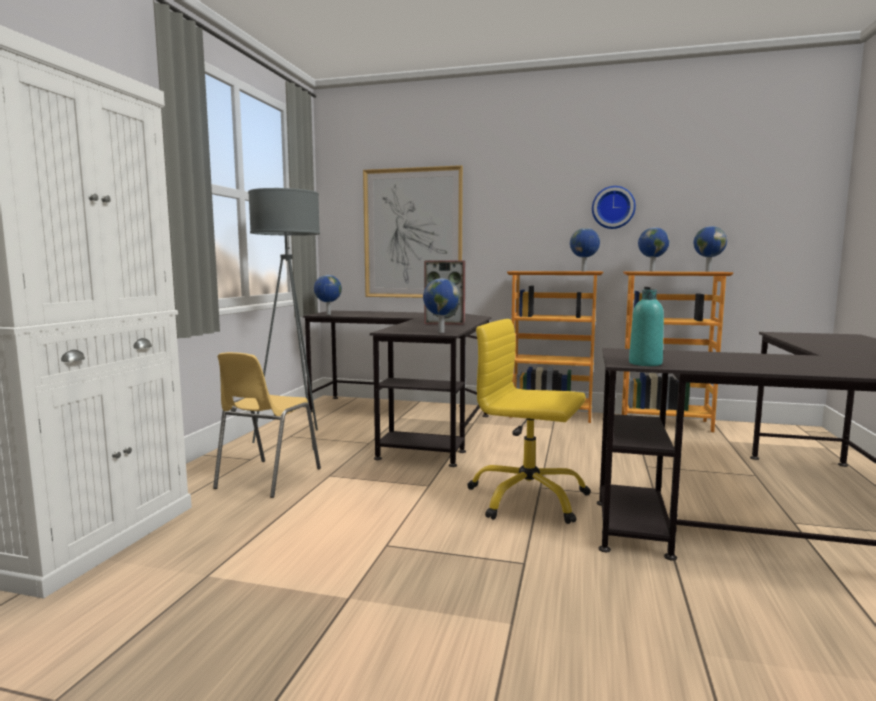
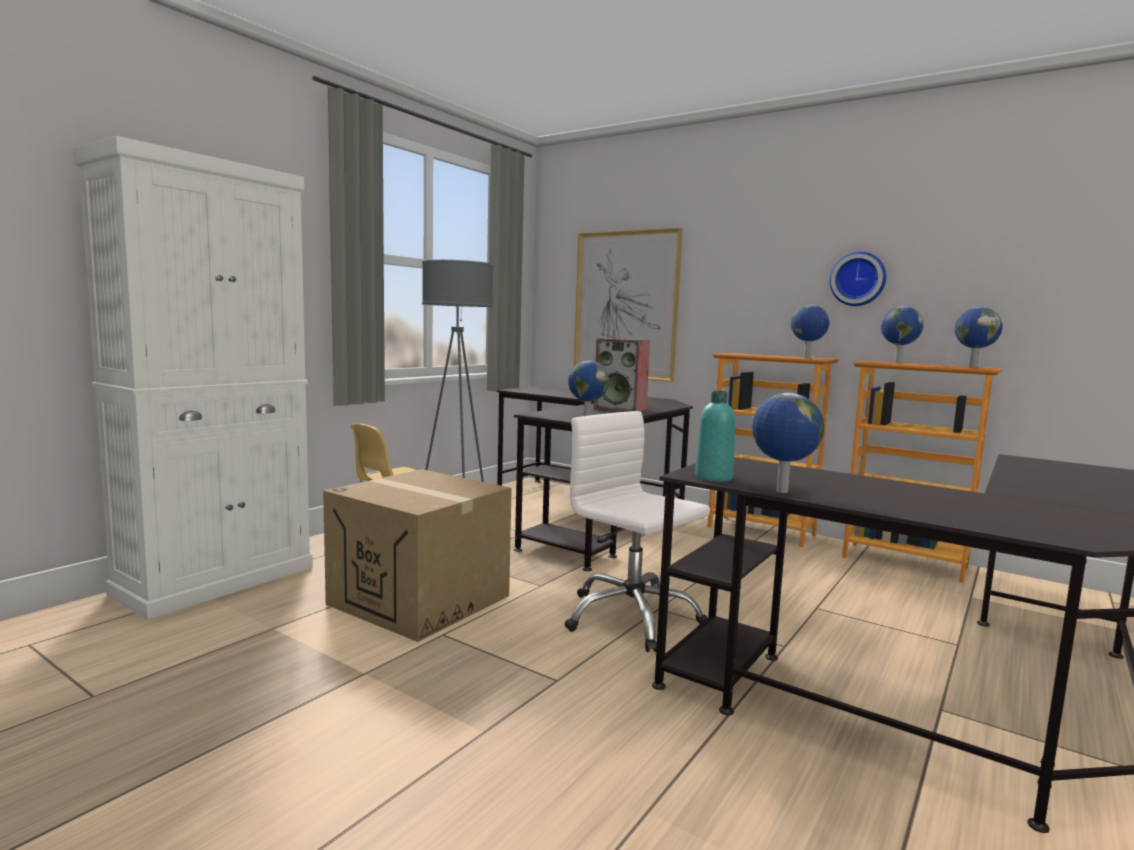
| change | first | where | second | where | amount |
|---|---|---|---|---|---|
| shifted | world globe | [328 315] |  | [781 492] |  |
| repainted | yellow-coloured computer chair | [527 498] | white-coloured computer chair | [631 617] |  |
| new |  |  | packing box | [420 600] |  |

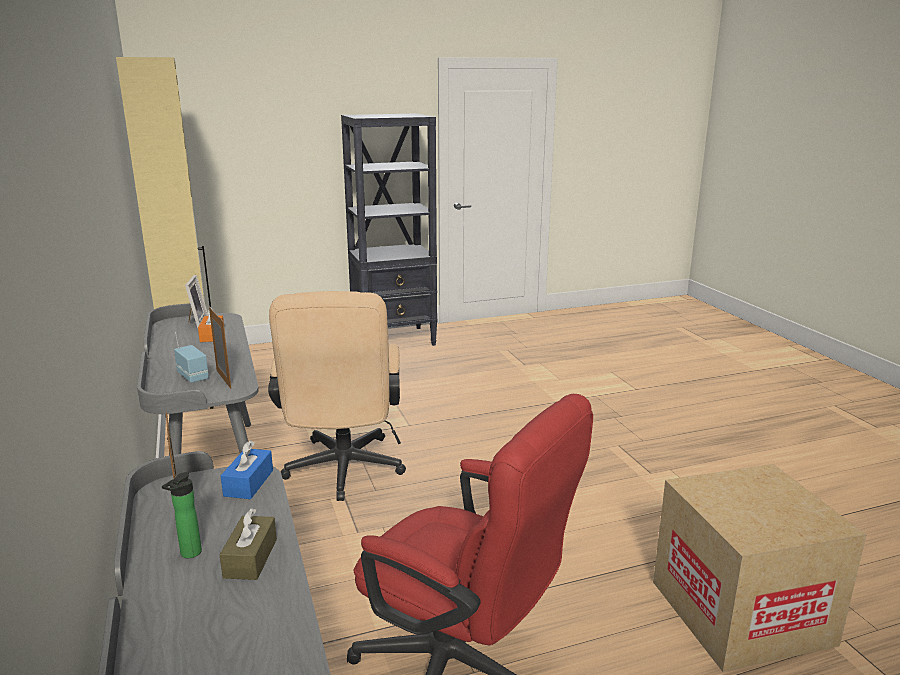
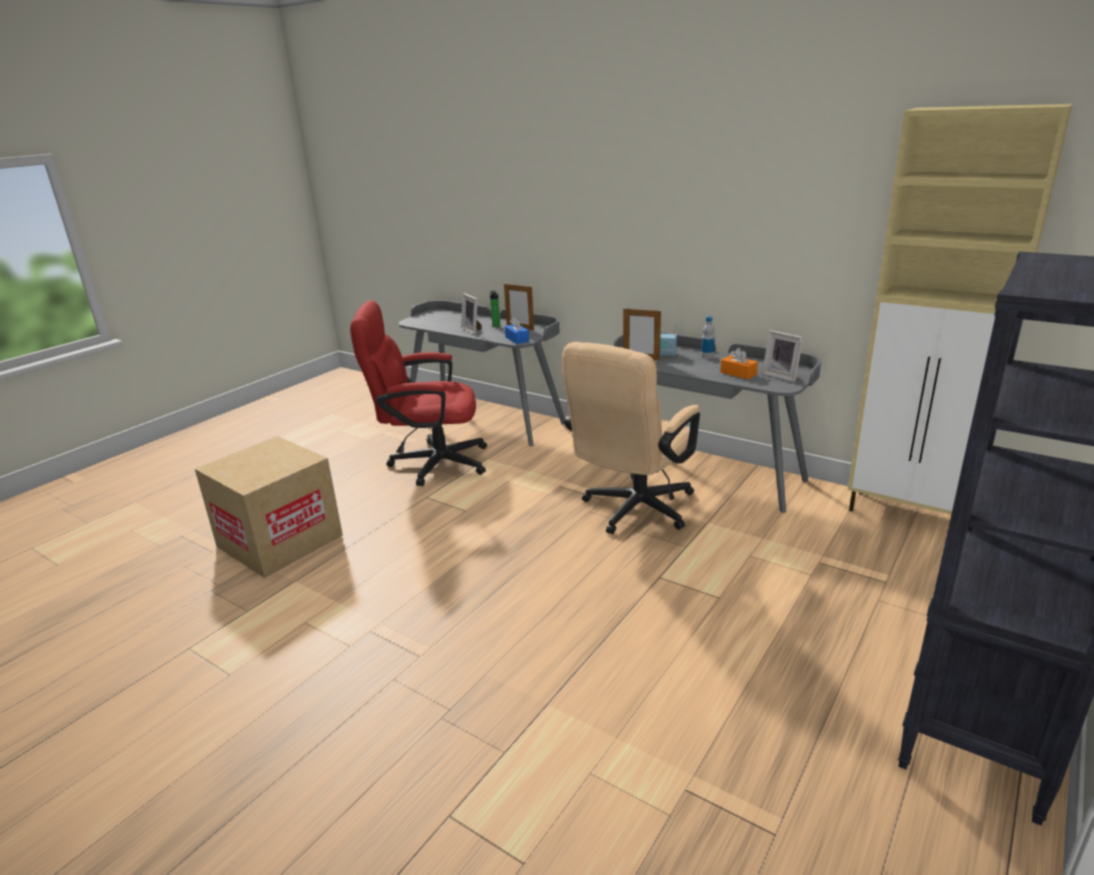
| change | first | where | second | where | amount |
|---|---|---|---|---|---|
| rotated | beige computer chair | [343 473] |  | [632 511] | 105 degrees counterclockwise |
| swapped | brownish tissue holder | [250 558] | photo frame | [473 330] |  |
| new |  |  | beverage bottle | [707 356] |  |

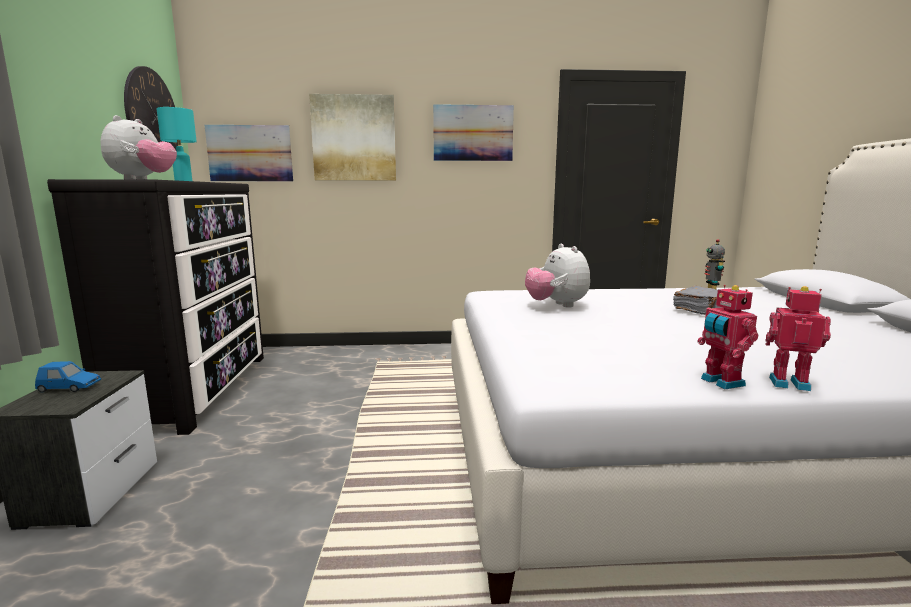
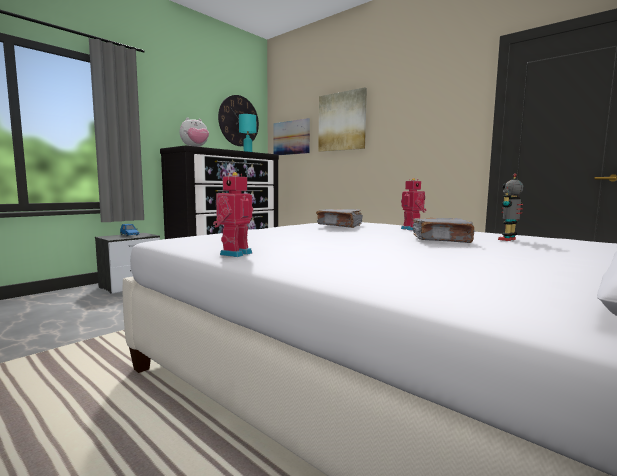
| change | first | where | second | where | amount |
|---|---|---|---|---|---|
| gone | wall picture | [473 133] |  |  |  |
| swapped | soft toy | [556 305] | grey volume | [340 225] |  |
| shifted | robot figure | [788 383] |  | [412 229] |  |

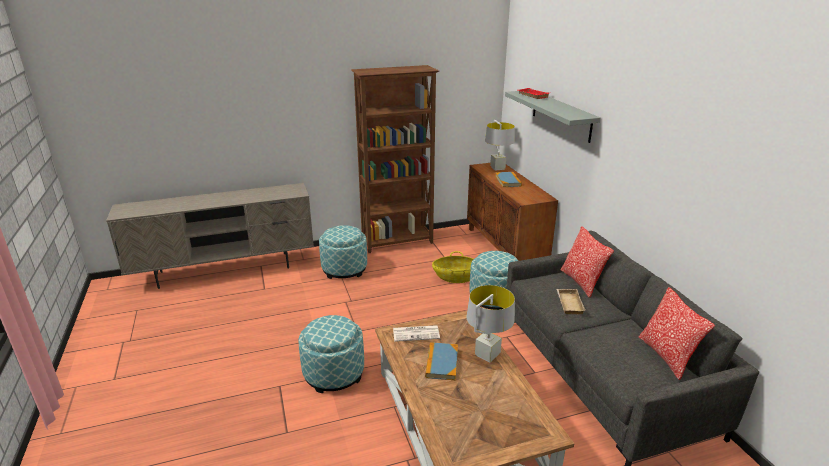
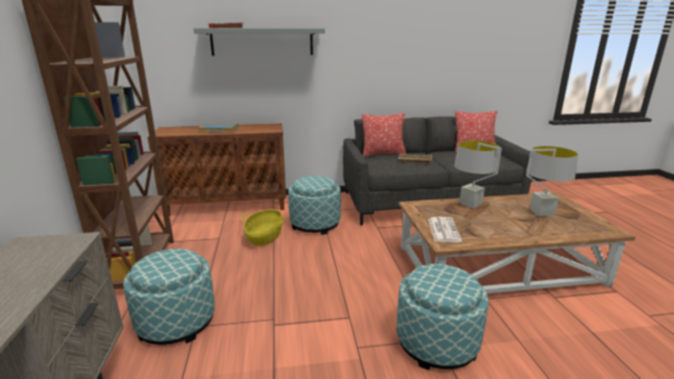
| change | first | where | second | where | amount |
|---|---|---|---|---|---|
| shifted | grey tabletop lamp | [497 168] |  | [541 212] |  |
| gone | volume | [442 363] |  |  |  |

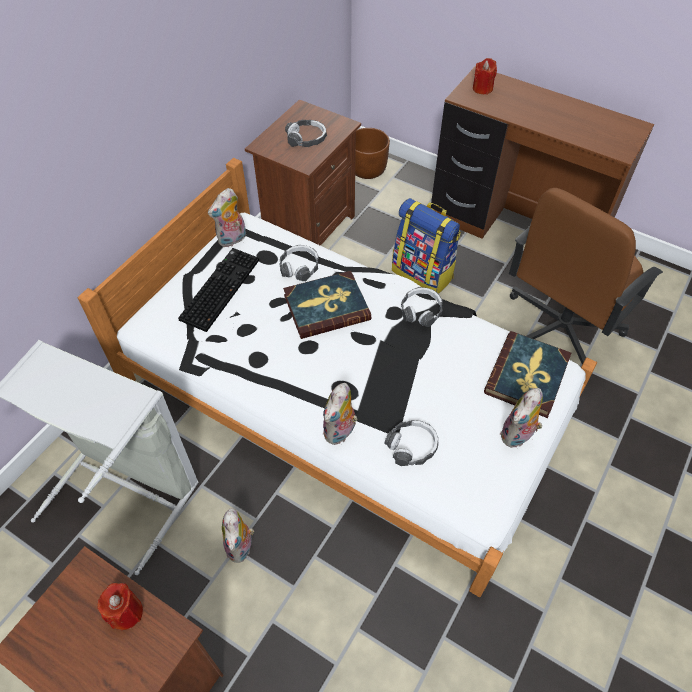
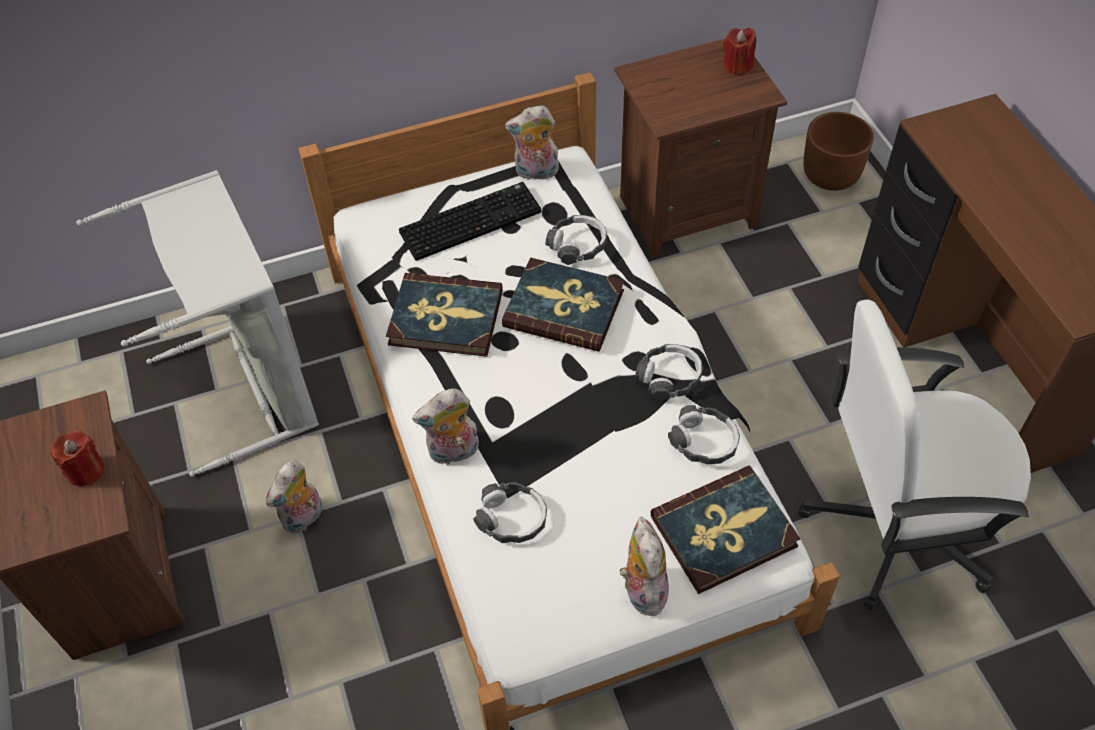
| change | first | where | second | where | amount |
|---|---|---|---|---|---|
| shifted | reddish candle | [482 88] |  | [737 65] |  |
| shifted | pair of headphones | [306 138] |  | [704 441] |  |
| repainted | brownish computer chair | [559 329] | white-coloured computer chair | [895 526] |  |
| gone | backpack | [423 274] |  |  |  |
| rotated | soft toy | [517 436] |  | [642 589] | 90 degrees clockwise |
| new |  |  | volume | [445 318] |  |

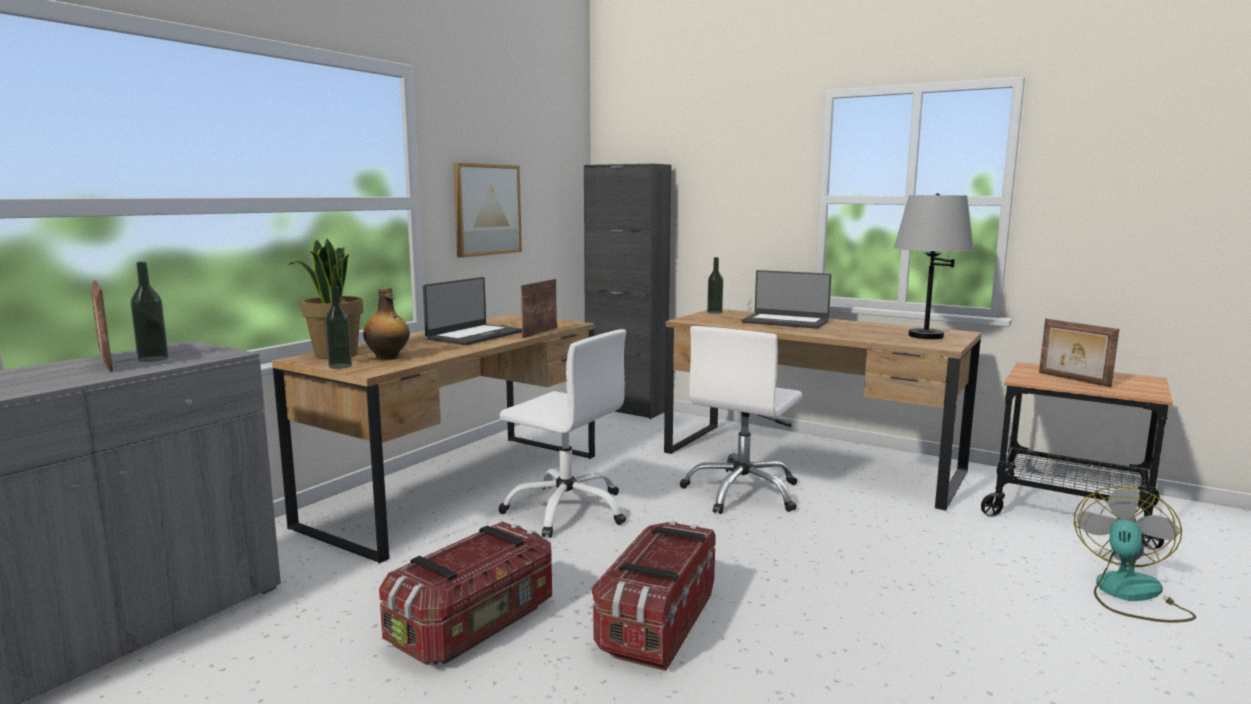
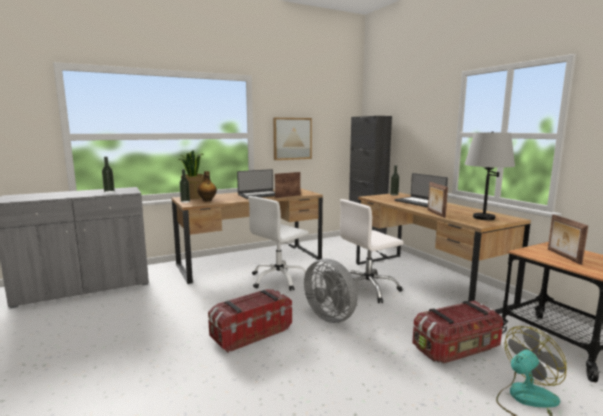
| change | first | where | second | where | amount |
|---|---|---|---|---|---|
| shifted | photo frame | [105 363] |  | [435 214] |  |
| rotated | white-coloured computer chair | [567 510] |  | [279 279] | 75 degrees clockwise |
| shifted | storage box | [476 624] |  | [457 349] |  |
| new |  |  | grey fan | [332 316] |  |

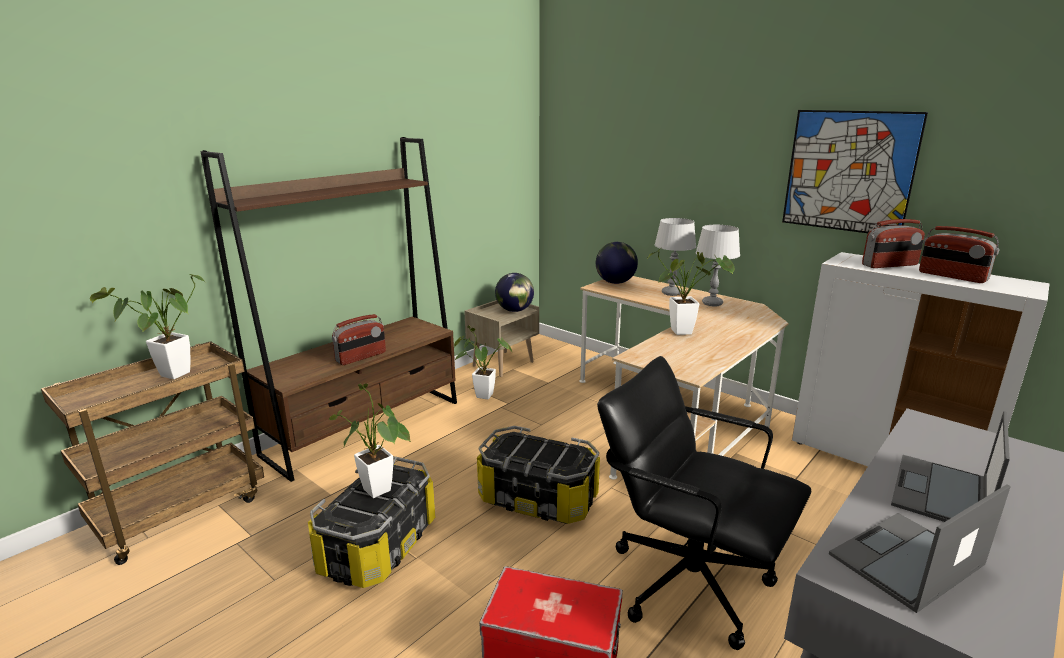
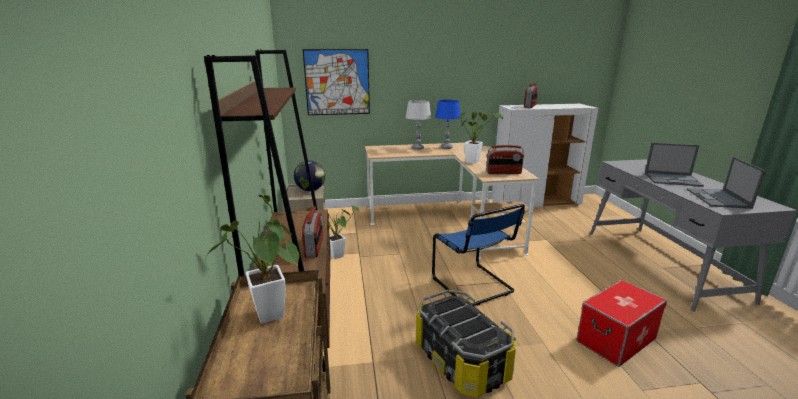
| change | first | where | second | where | amount |
|---|---|---|---|---|---|
| shifted | wall picture | [848 172] |  | [337 82] |  |
| repainted | grey tabletop lamp | [712 303] | bluish tabletop lamp | [446 147] |  |
| shifted | radio receiver | [952 276] |  | [503 173] |  |
| gone | world globe | [615 282] |  |  |  |
| gone | black computer chair | [689 581] |  |  |  |
| gone | houseplant | [380 493] |  |  |  |
| rotated | portable computer | [940 493] |  | [673 179] | 60 degrees counterclockwise |
| swapped | storage box | [538 499] | bluish upright chair | [474 286] |  |

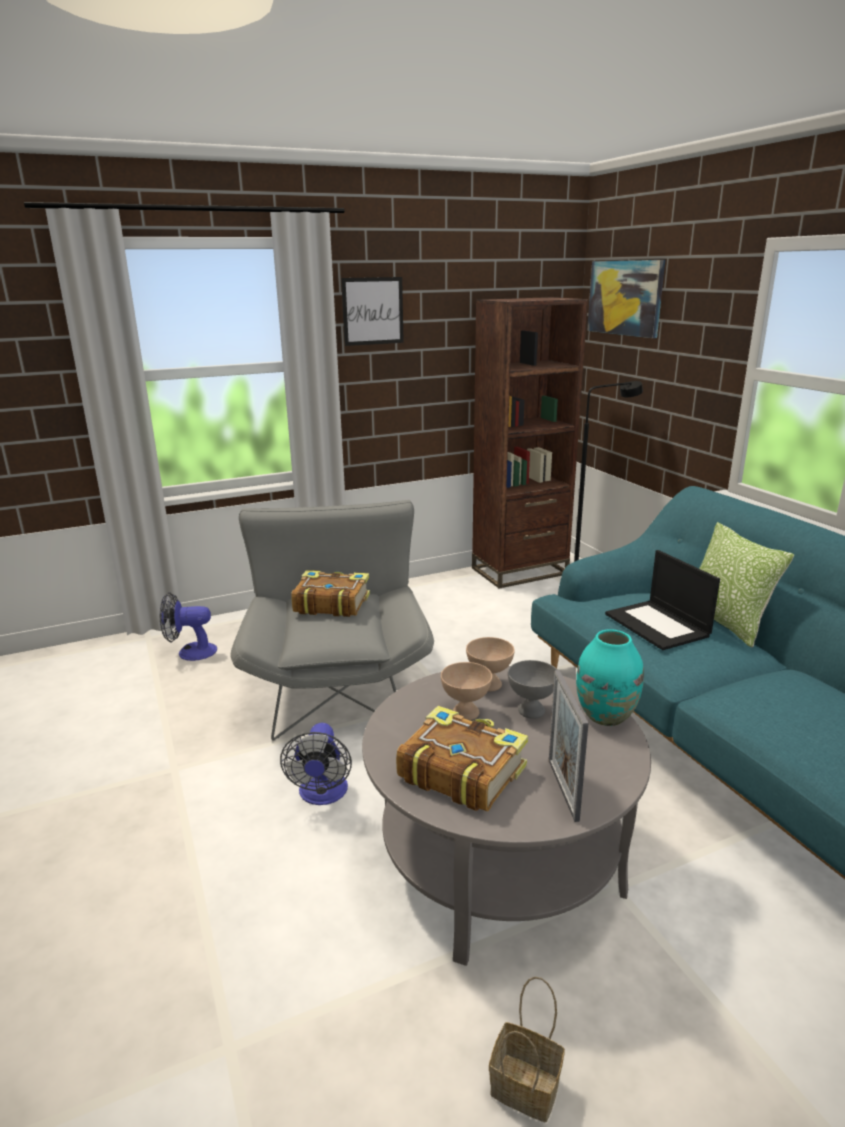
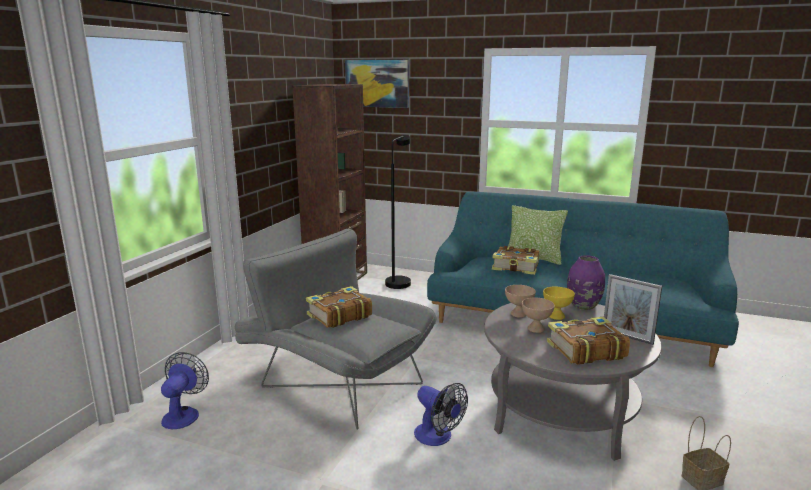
| change | first | where | second | where | amount |
|---|---|---|---|---|---|
| gone | wall picture | [372 311] |  |  |  |
| swapped | portable computer | [658 625] | volume | [516 267] |  |
| rotated | fan | [190 652] |  | [183 414] | 150 degrees clockwise |
| repainted | blue-green vase | [605 716] | purple vase | [584 306] |  |
| repainted | grey bowl | [530 711] | yellow-coloured bowl | [556 316] |  |

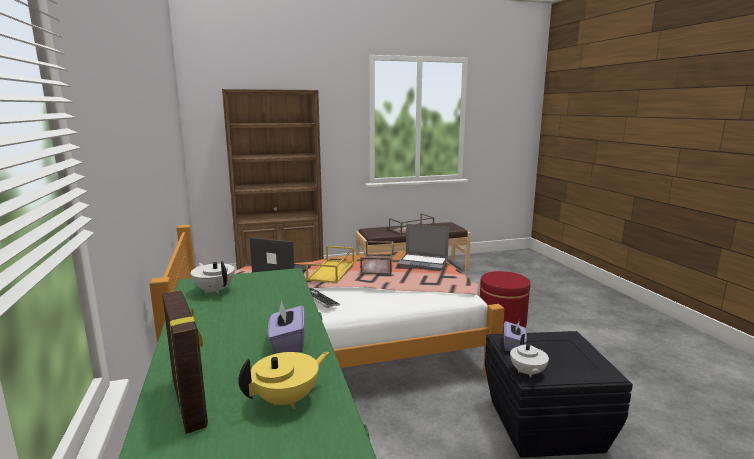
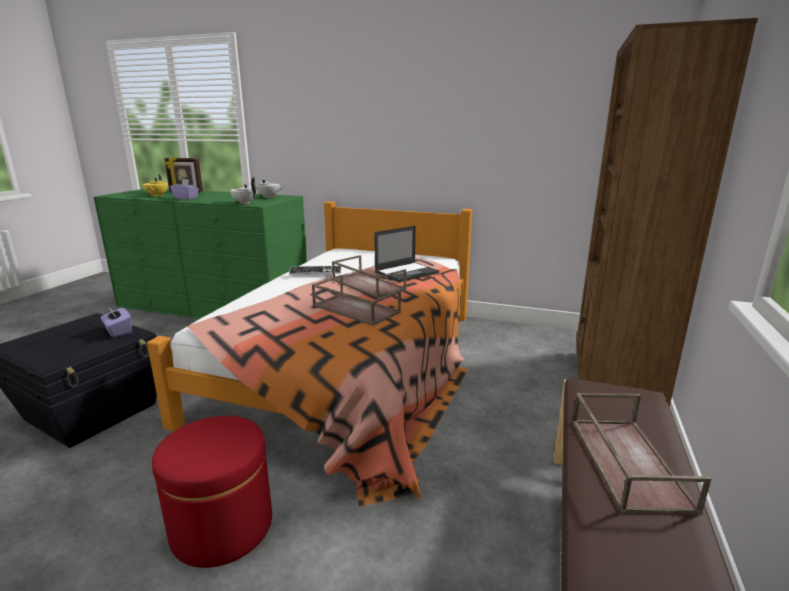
| change | first | where | second | where | amount |
|---|---|---|---|---|---|
| gone | portable computer | [423 263] |  |  |  |
| repainted | yellow-coloured tray | [332 271] | brownish tray | [367 284] |  |
| shifted | white-coloured teapot | [527 372] |  | [244 203] |  |

